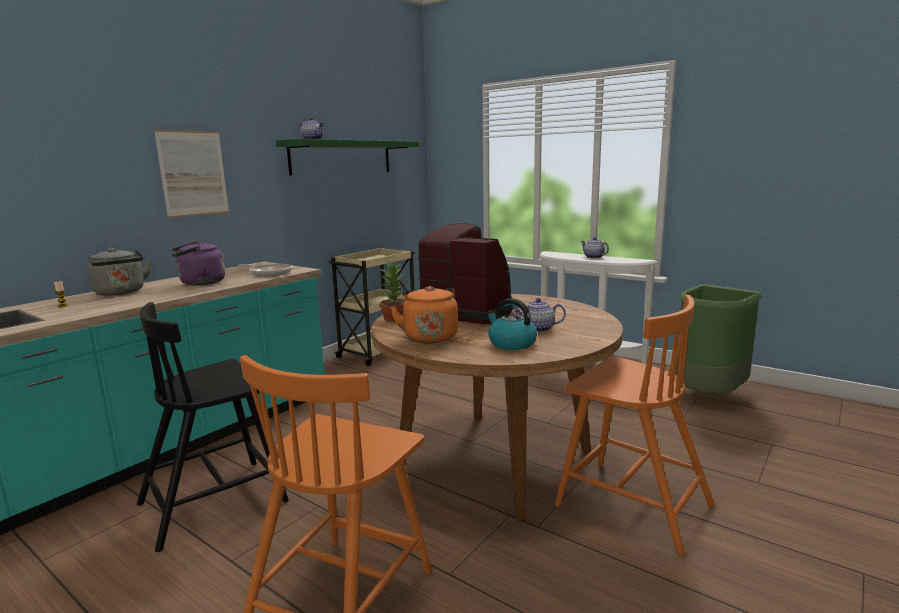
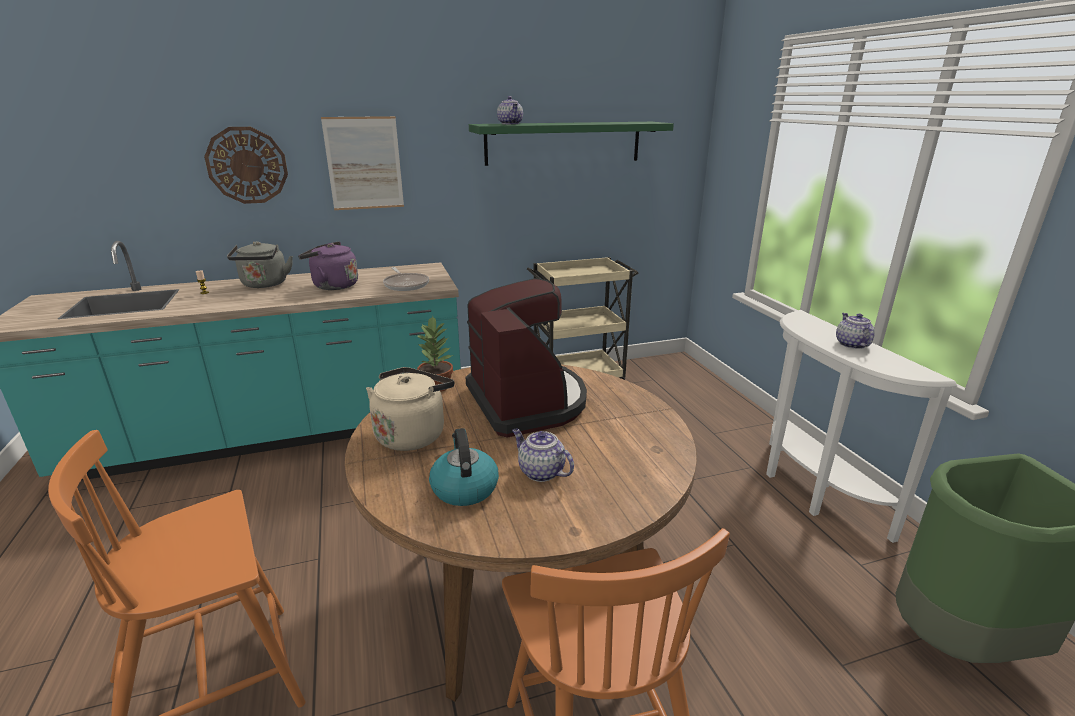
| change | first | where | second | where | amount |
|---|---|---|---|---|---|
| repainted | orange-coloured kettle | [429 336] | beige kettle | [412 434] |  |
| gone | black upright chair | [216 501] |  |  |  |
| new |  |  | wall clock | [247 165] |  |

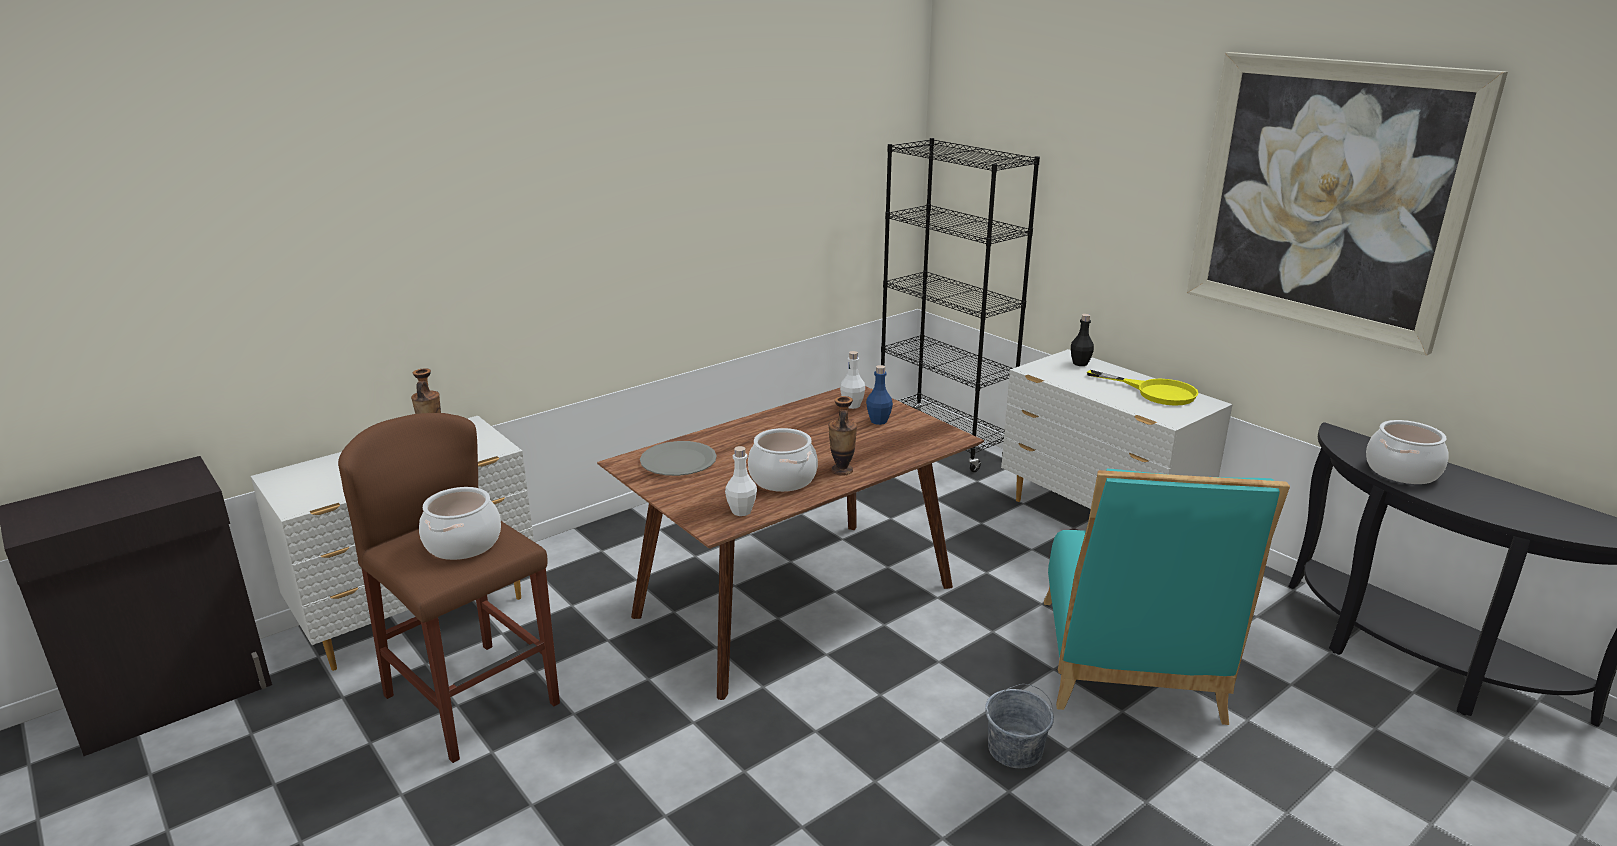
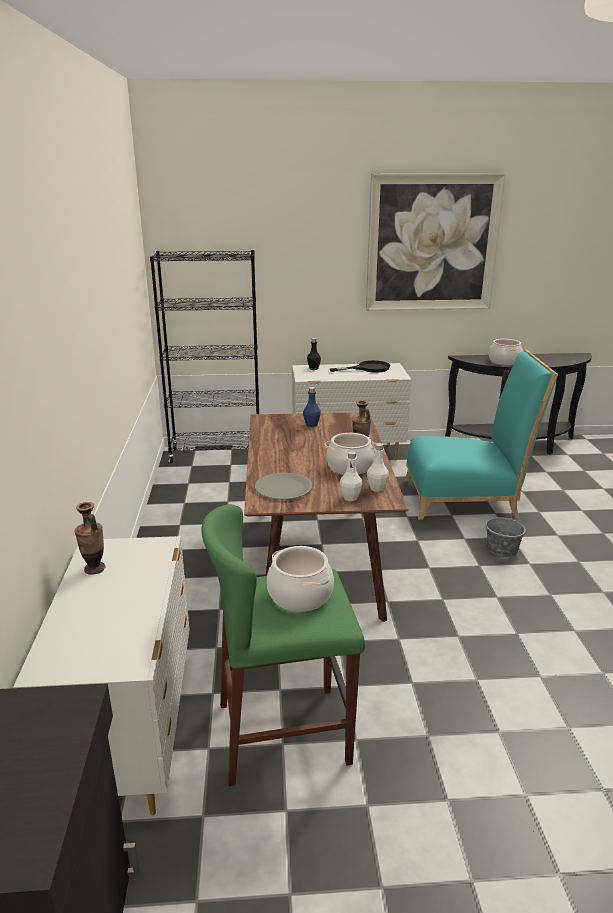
| change | first | where | second | where | amount |
|---|---|---|---|---|---|
| shifted | white-coloured beverage bottle | [852 405] |  | [350 498] |  |
| repainted | yellow-coloured frying pan | [1155 392] | black frying pan | [368 368] |  |
| repainted | brownish stool seat | [472 699] | green stool seat | [283 733] |  |
| rotated | blue-green upright chair | [1130 667] |  | [467 498] | 45 degrees counterclockwise |

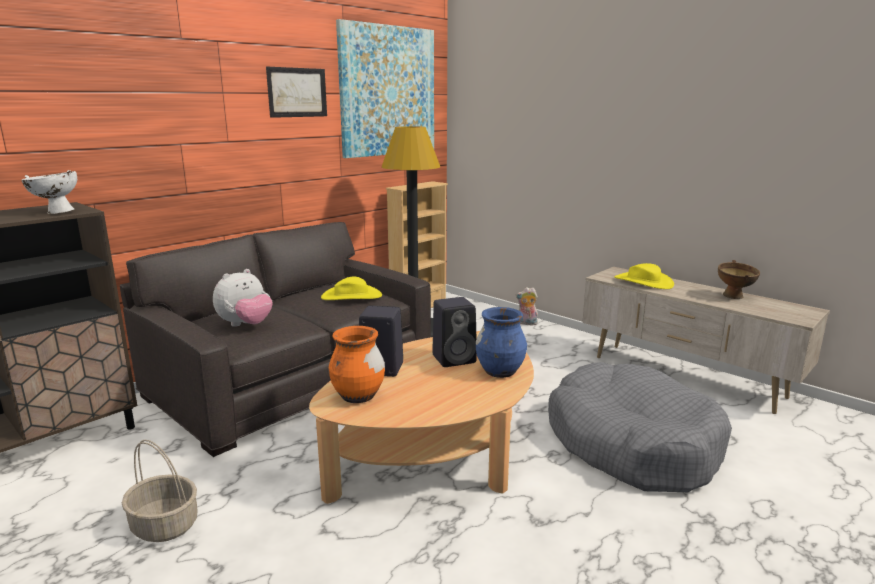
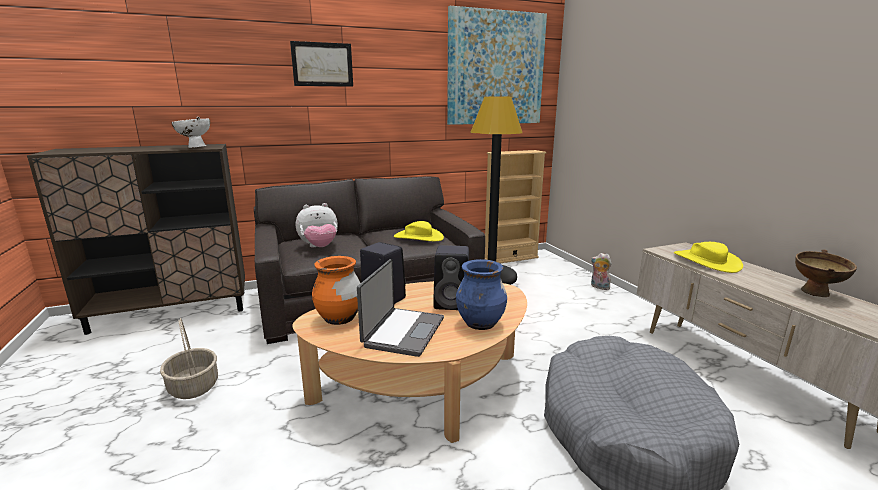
| change | first | where | second | where | amount |
|---|---|---|---|---|---|
| shifted | wall picture | [297 92] |  | [322 64] |  |
| new |  |  | portable computer | [403 332] |  |

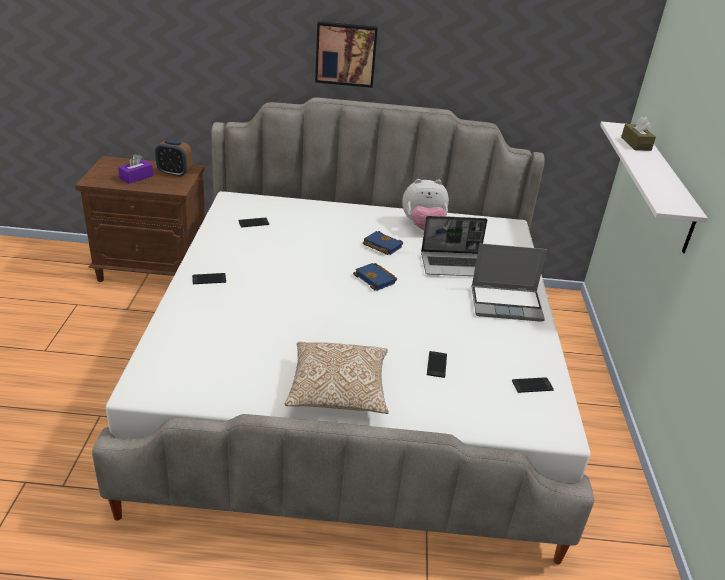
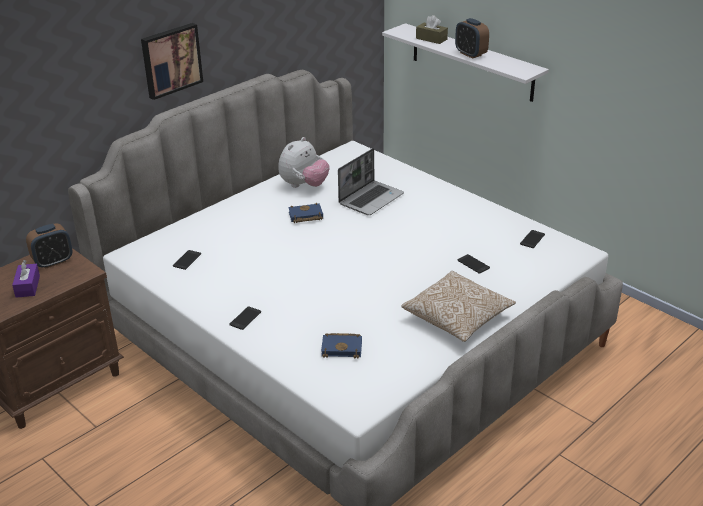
| change | first | where | second | where | amount |
|---|---|---|---|---|---|
| gone | portable computer | [507 304] |  |  |  |
| shifted | bluish volume | [376 279] |  | [343 348] |  |
| new |  |  | bedside clock | [470 54] |  |

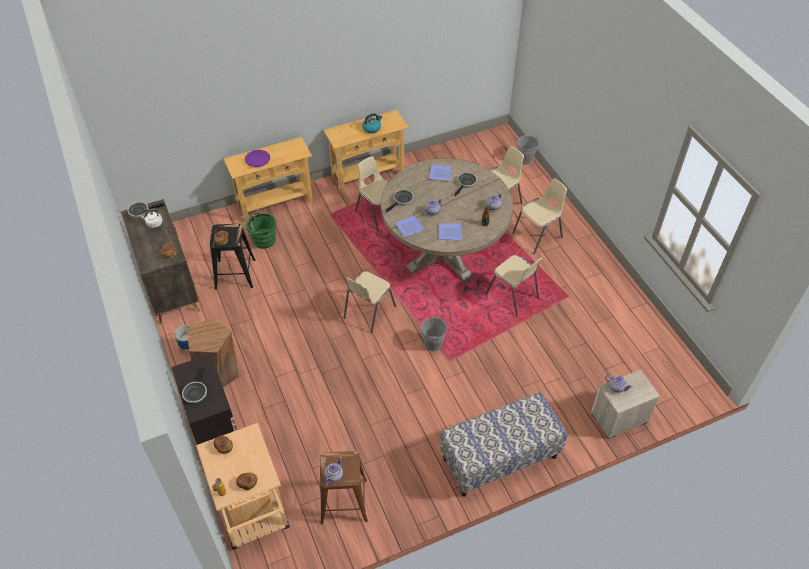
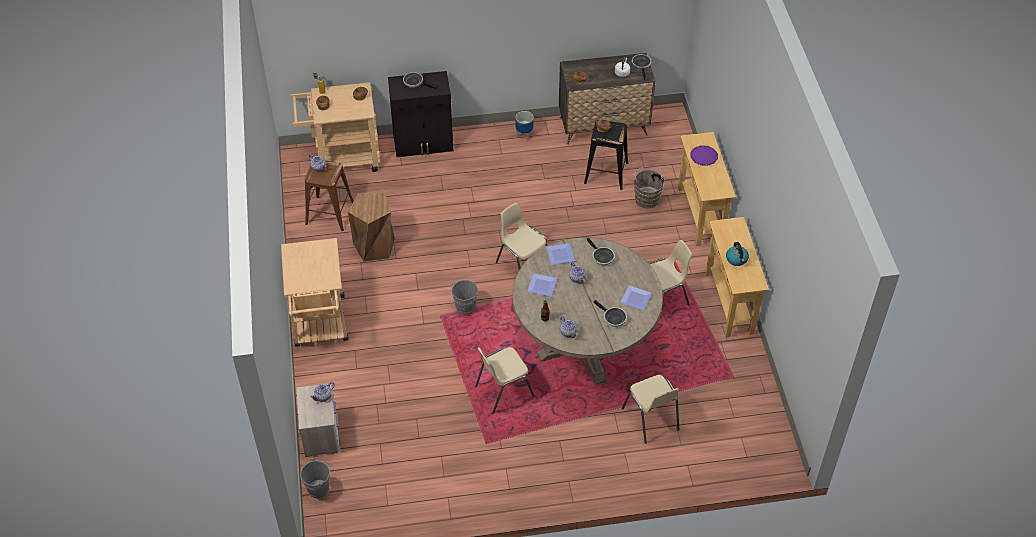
| change | first | where | second | where | amount |
|---|---|---|---|---|---|
| shifted | grey water bucket | [524 158] |  | [321 489] |  |
| gone | beige upright chair | [538 235] |  |  |  |
| repainted | green water bucket | [262 241] | brownish water bucket | [646 198] |  |
| shifted | brownish stool seat | [218 372] |  | [374 246] |  |
| swapped | long seat | [499 458] | beige trolley | [320 326] |  |

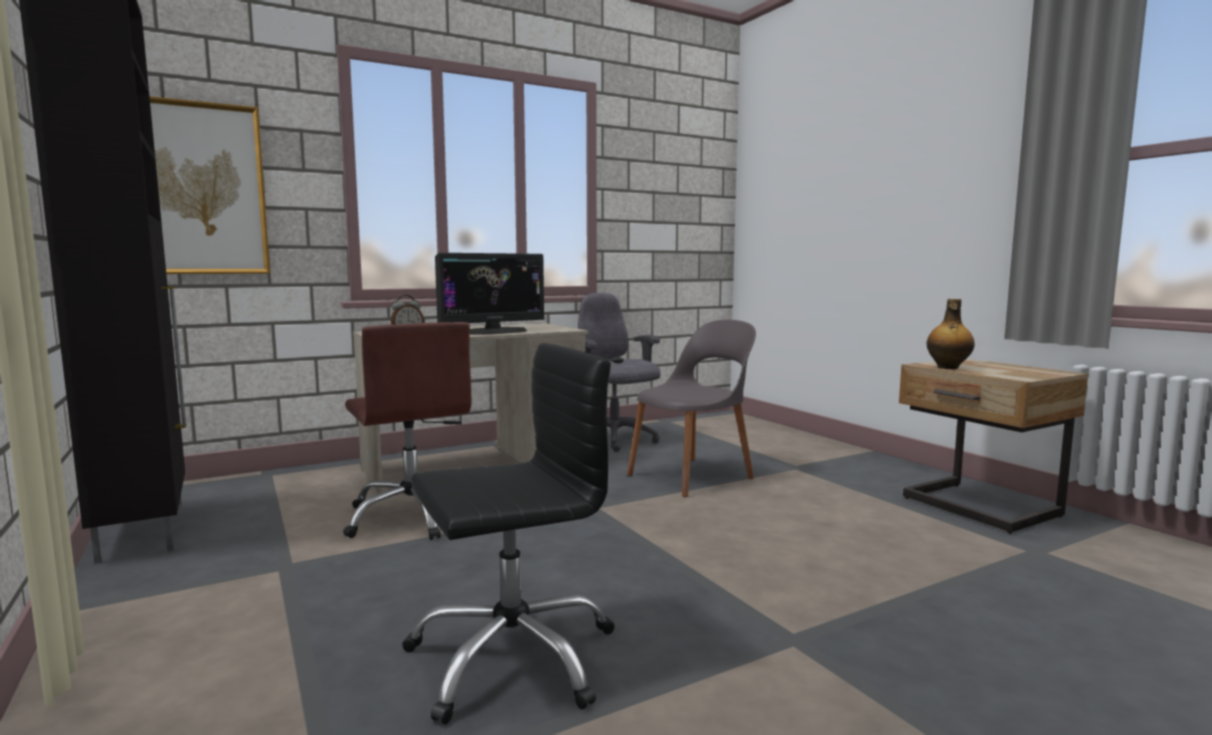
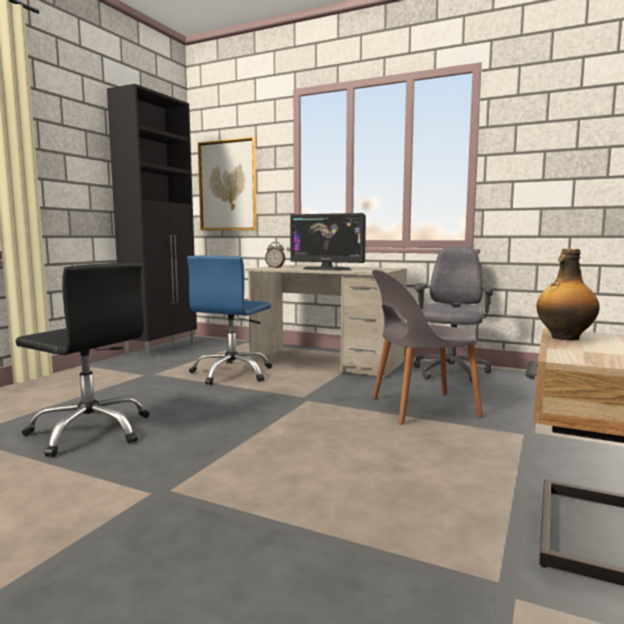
| change | first | where | second | where | amount |
|---|---|---|---|---|---|
| rotated | grey upright chair | [692 476] |  | [420 407] | 150 degrees clockwise |
| repainted | brownish computer chair | [413 516] | bluish computer chair | [232 373] |  |

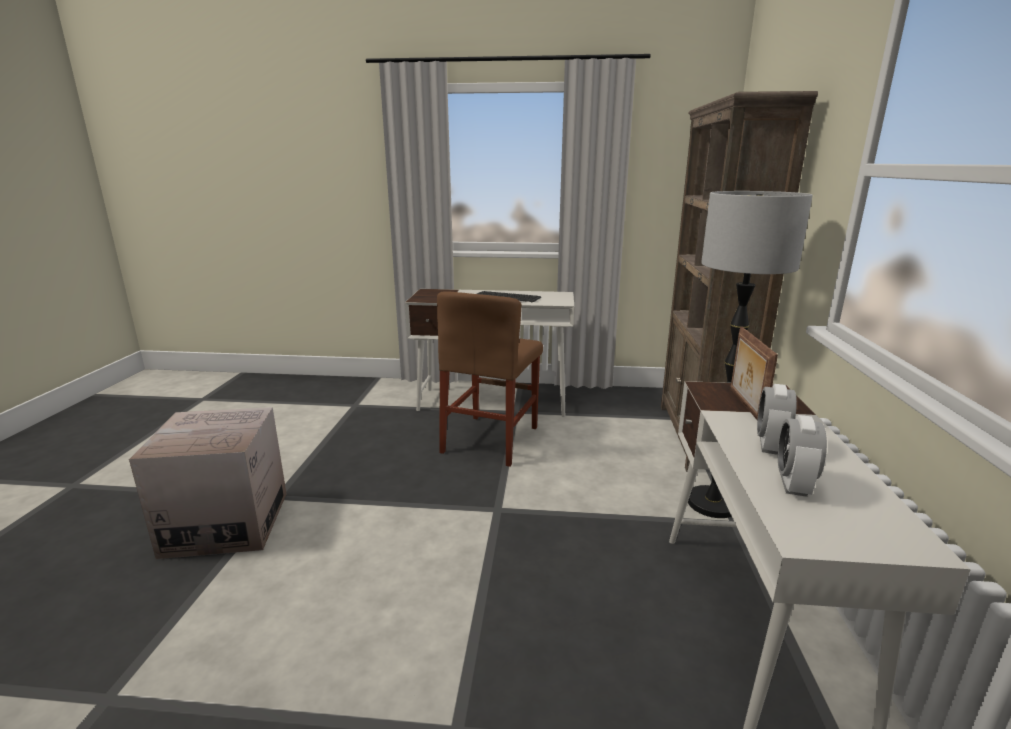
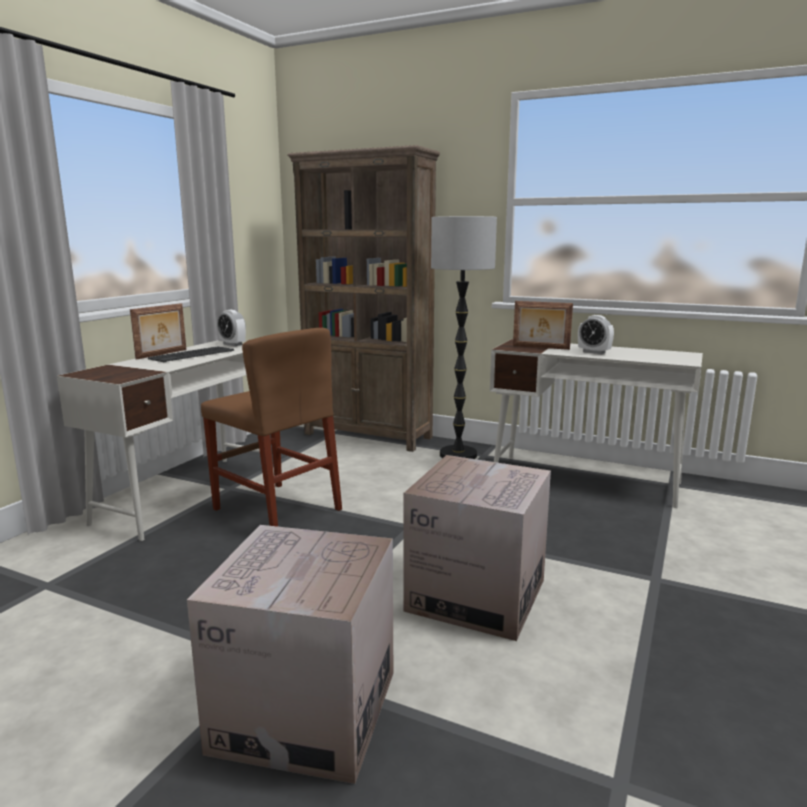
| change | first | where | second | where | amount |
|---|---|---|---|---|---|
| shifted | bedside clock | [793 484] |  | [232 344] |  |
| new |  |  | photo frame | [162 354] |  |
| new |  |  | packing box | [476 595] |  |

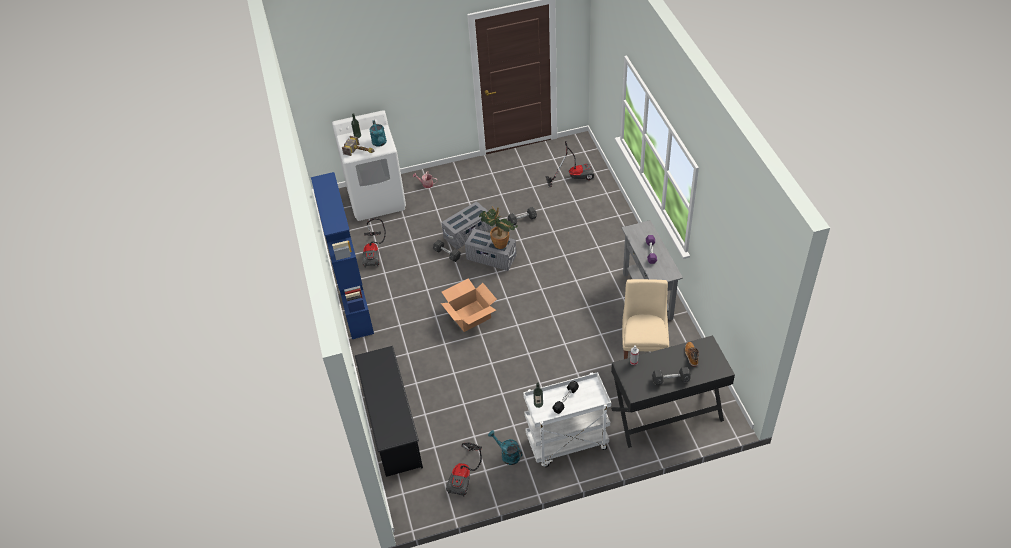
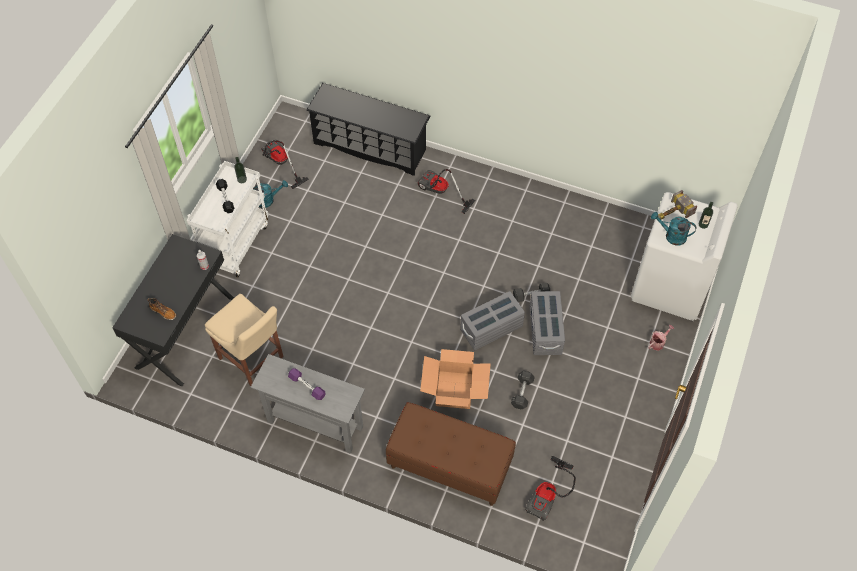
| change | first | where | second | where | amount |
|---|---|---|---|---|---|
| gone | bluish bookcase | [355 307] |  |  |  |
| gone | houseplant | [498 242] |  |  |  |
| shifted | hoover | [374 253] |  | [439 193] |  |
| shifted | packing box | [470 315] |  | [455 390] |  |
| gone | grey free weight | [670 380] |  |  |  |
| new |  |  | brownish long seat | [449 466] |  |

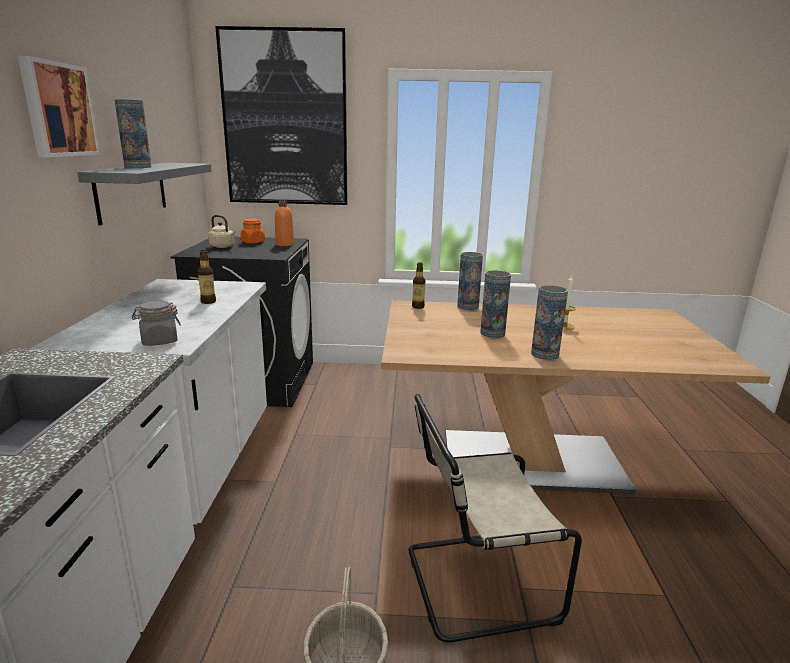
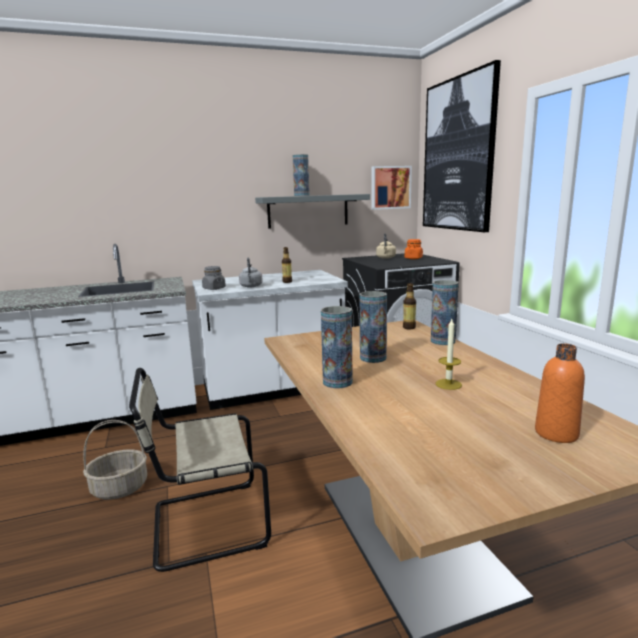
| change | first | where | second | where | amount |
|---|---|---|---|---|---|
| shifted | wall picture | [58 110] |  | [390 187] |  |
| shifted | orange-coloured beverage bottle | [284 244] |  | [556 433] |  |
| rotated | beige upright chair | [474 583] |  | [204 525] | 75 degrees counterclockwise |
| new |  |  | grey kettle | [251 286] |  |

